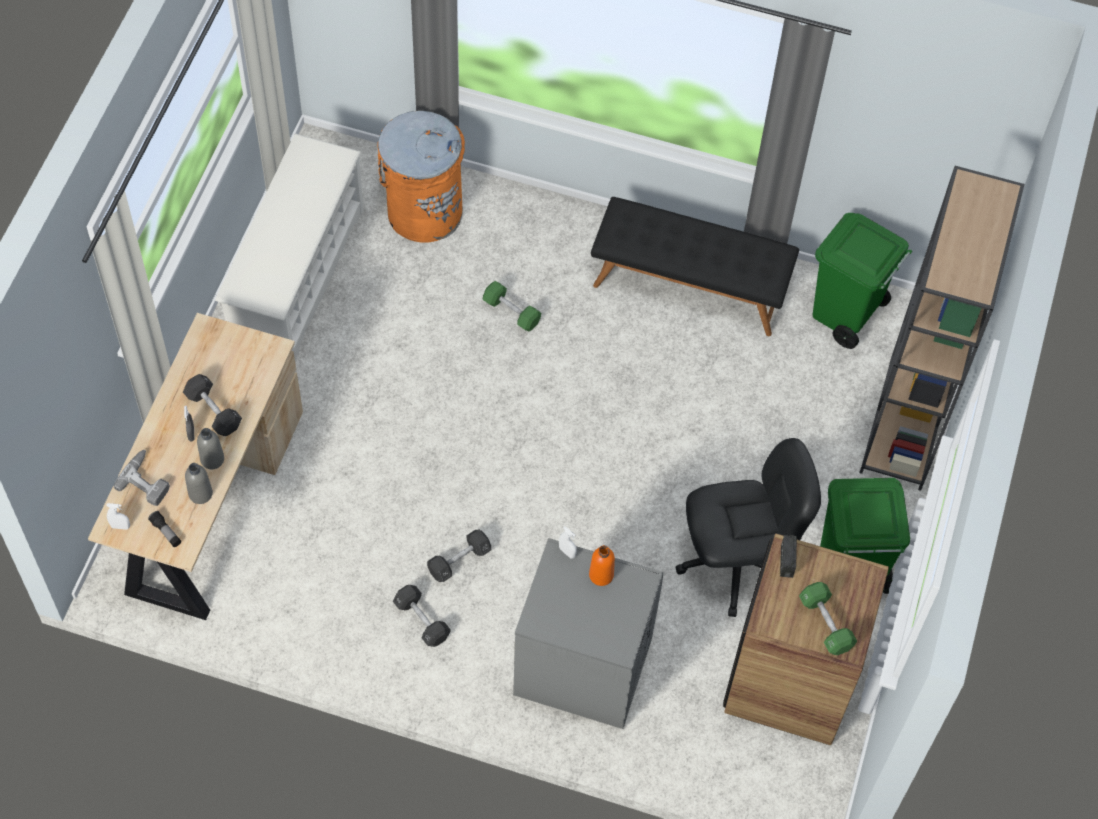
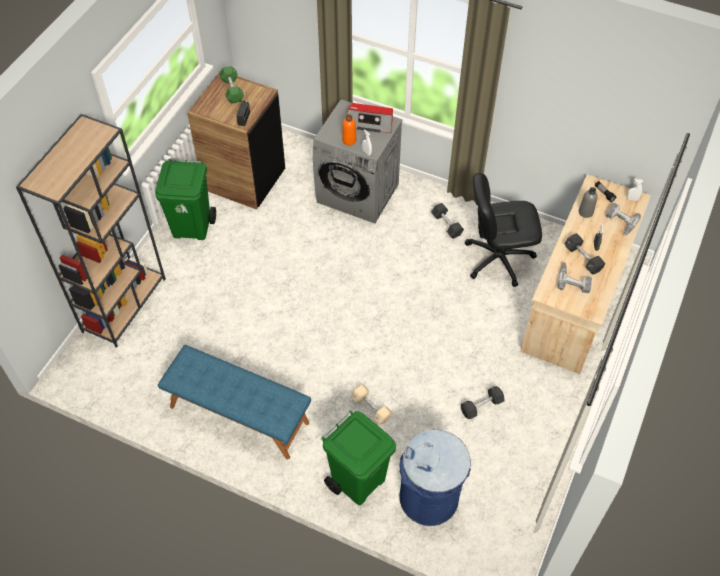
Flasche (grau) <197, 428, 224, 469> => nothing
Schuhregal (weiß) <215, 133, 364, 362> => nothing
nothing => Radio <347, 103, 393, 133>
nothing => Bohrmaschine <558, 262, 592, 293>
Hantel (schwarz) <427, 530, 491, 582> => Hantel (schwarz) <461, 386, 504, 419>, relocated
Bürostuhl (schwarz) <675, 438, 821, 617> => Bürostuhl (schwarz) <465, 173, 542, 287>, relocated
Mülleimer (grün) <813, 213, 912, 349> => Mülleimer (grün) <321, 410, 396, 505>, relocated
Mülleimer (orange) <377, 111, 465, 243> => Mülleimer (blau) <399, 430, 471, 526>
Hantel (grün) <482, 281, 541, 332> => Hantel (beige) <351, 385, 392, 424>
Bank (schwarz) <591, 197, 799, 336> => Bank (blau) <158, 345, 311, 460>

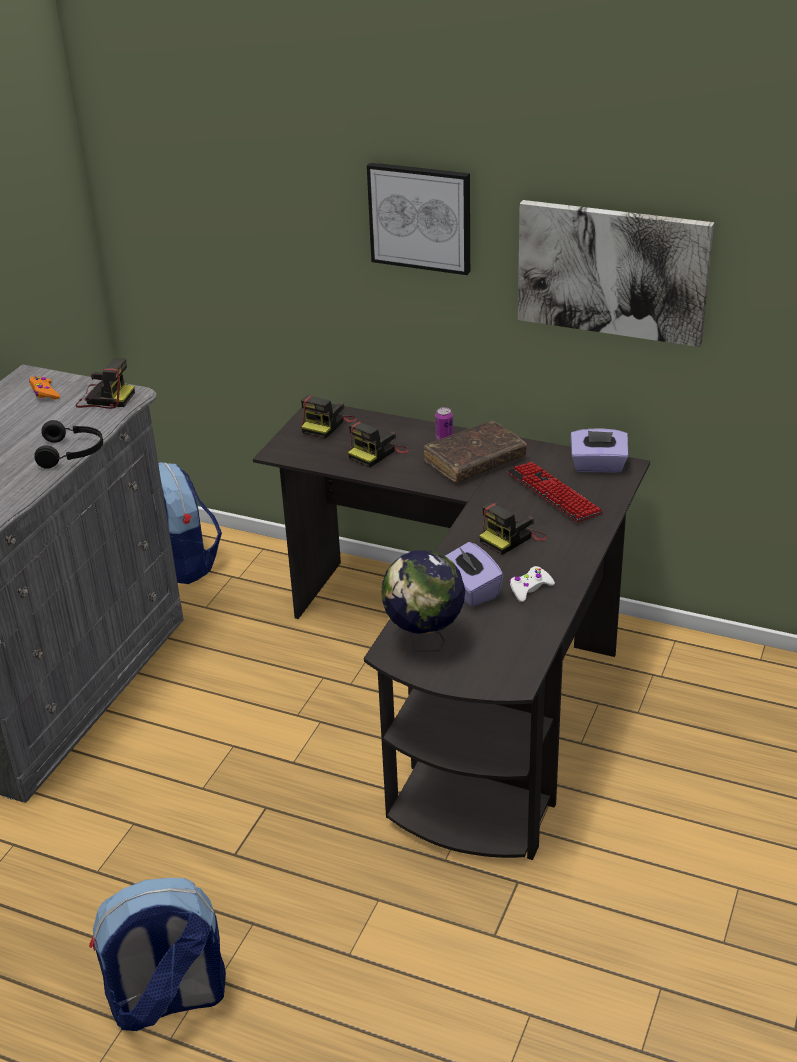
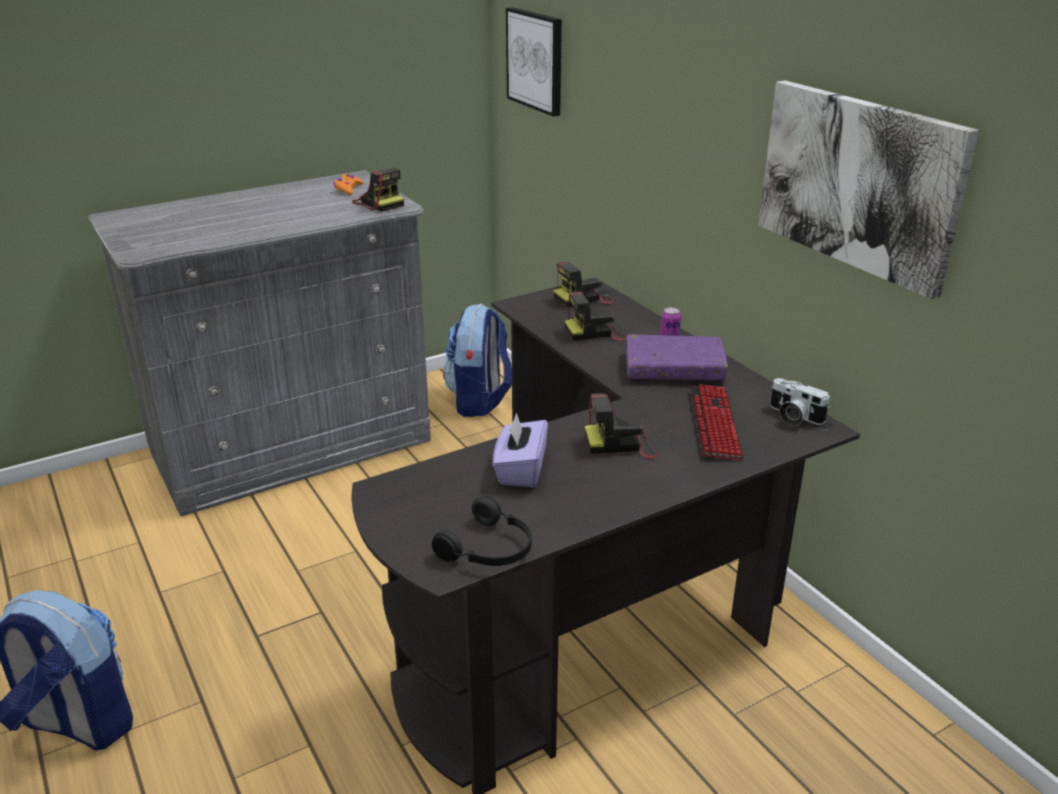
Globus <380, 551, 465, 652> => nothing
Gamepad (weiß) <509, 566, 555, 602> => nothing
Kopfhörer (schwarz) <34, 420, 103, 469> => Kopfhörer (schwarz) <432, 496, 532, 566>, relocated
Bild <367, 162, 470, 275> => Bild <506, 7, 562, 117>, relocated
Taschentuchbox (lila) <571, 428, 629, 473> => Kamera <770, 378, 830, 426>
Buch (braun) <423, 421, 527, 483> => Buch (lila) <626, 334, 728, 380>

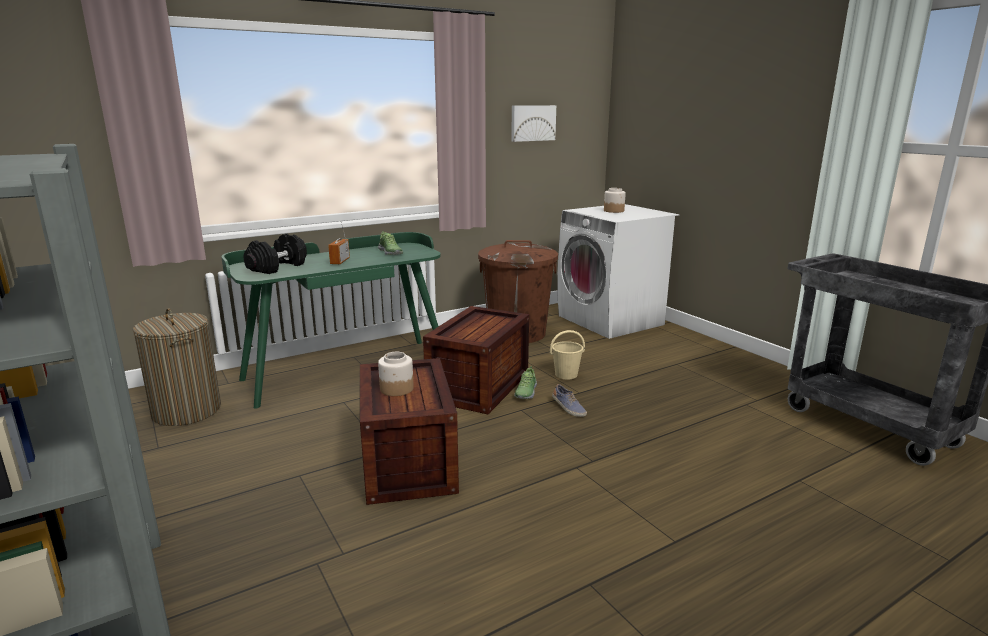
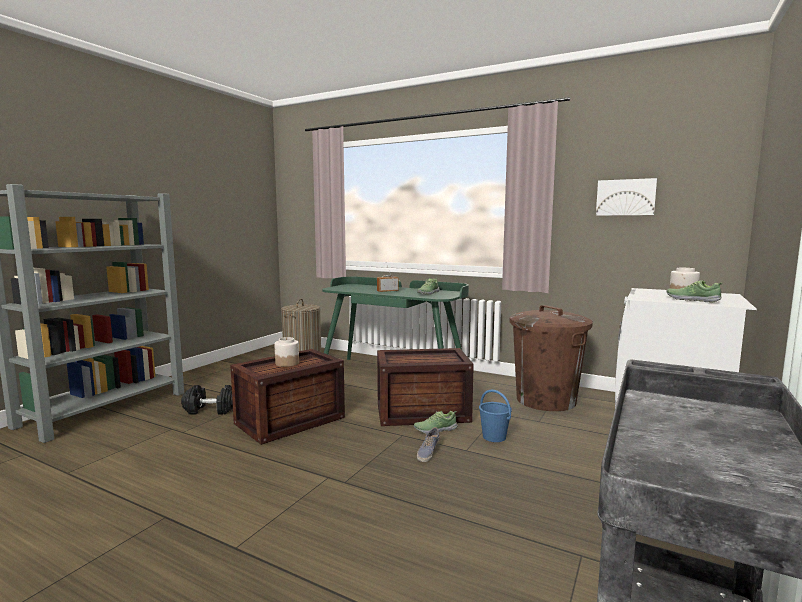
nothing => Schuh <666, 280, 723, 303>
Hantel (schwarz) <244, 233, 307, 274> => Hantel (schwarz) <181, 385, 233, 415>, relocated
Eimer (beige) <550, 330, 585, 380> => Eimer (blau) <479, 389, 512, 442>

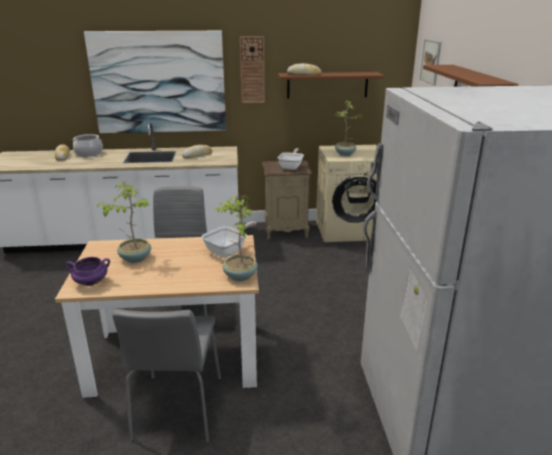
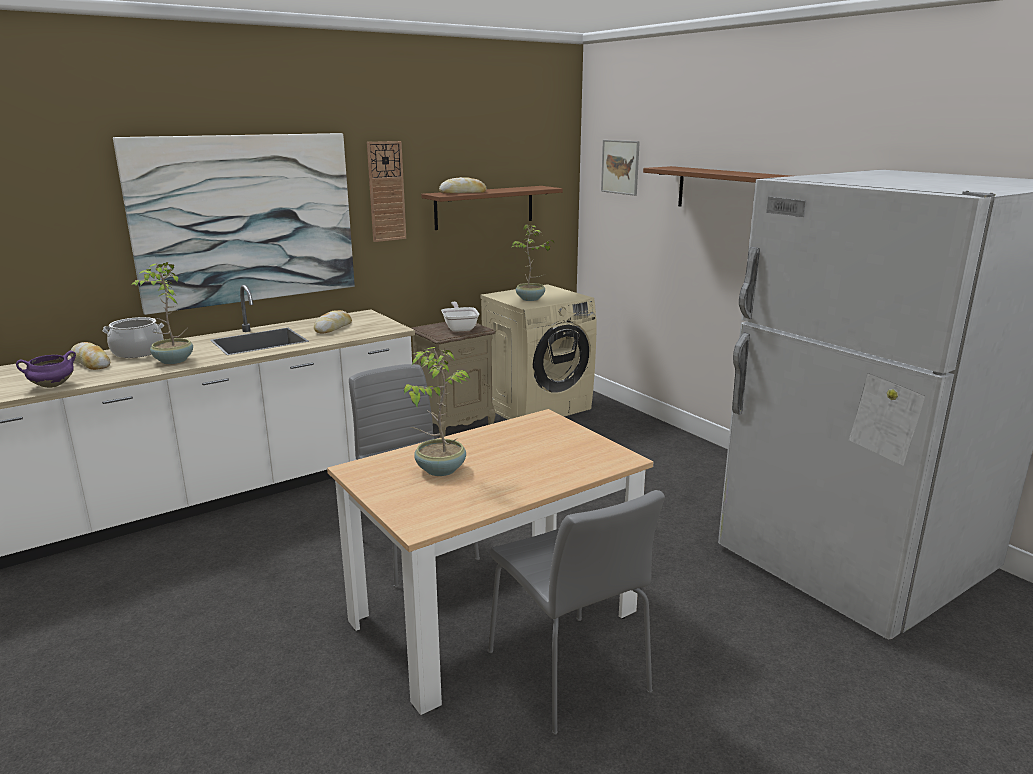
Pfanne <201, 221, 257, 258> => nothing
Kochtopf (lila) <65, 257, 110, 286> => Kochtopf (lila) <16, 351, 76, 388>, relocated
Topfpflanze <215, 195, 258, 281> => Topfpflanze <131, 262, 193, 364>, relocated

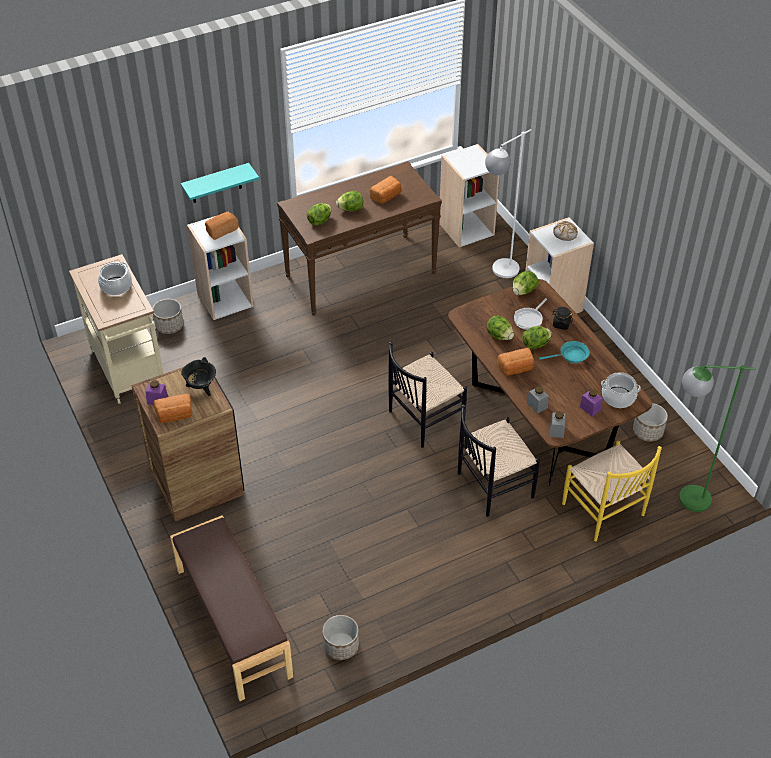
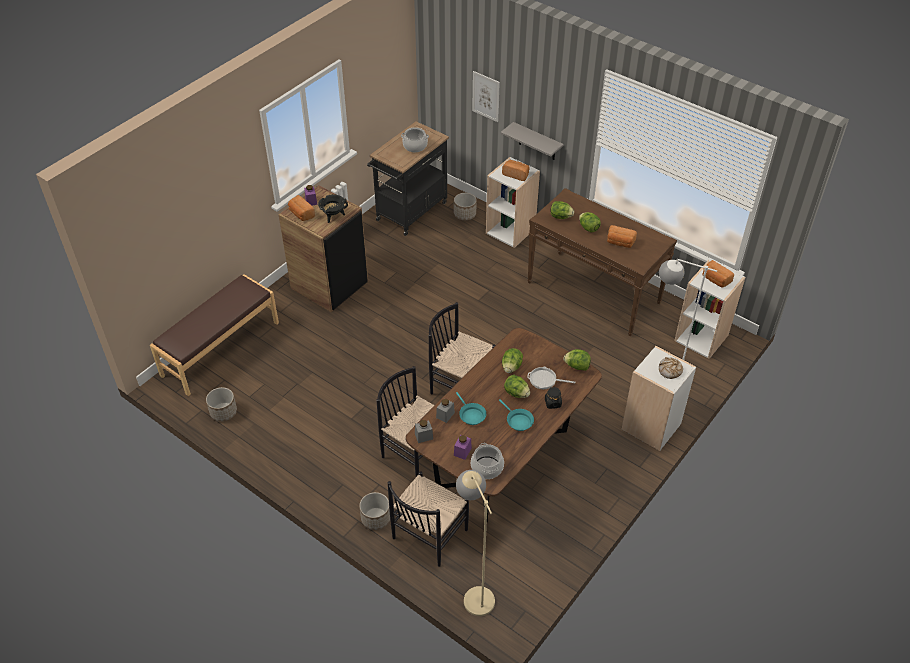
nothing => Pfanne (türkis) <456, 392, 486, 425>
nothing => Bild <472, 71, 500, 122>
Brot <497, 348, 534, 376> => Brot <702, 260, 734, 288>, relocated
Pflanzkübel <633, 403, 668, 442> => Pflanzkübel <359, 492, 390, 530>, relocated
Rollwagen (beige) <69, 254, 164, 404> => Rollwagen (schwarz) <367, 121, 449, 236>
Wandregal (türkis) <181, 163, 259, 203> => Wandregal (grau) <501, 122, 563, 160>
Stuhl (gelb) <562, 441, 662, 541> => Stuhl (schwarz) <388, 471, 469, 567>
Stehlampe (grün) <679, 365, 756, 512> => Stehlampe (beige) <456, 470, 495, 616>

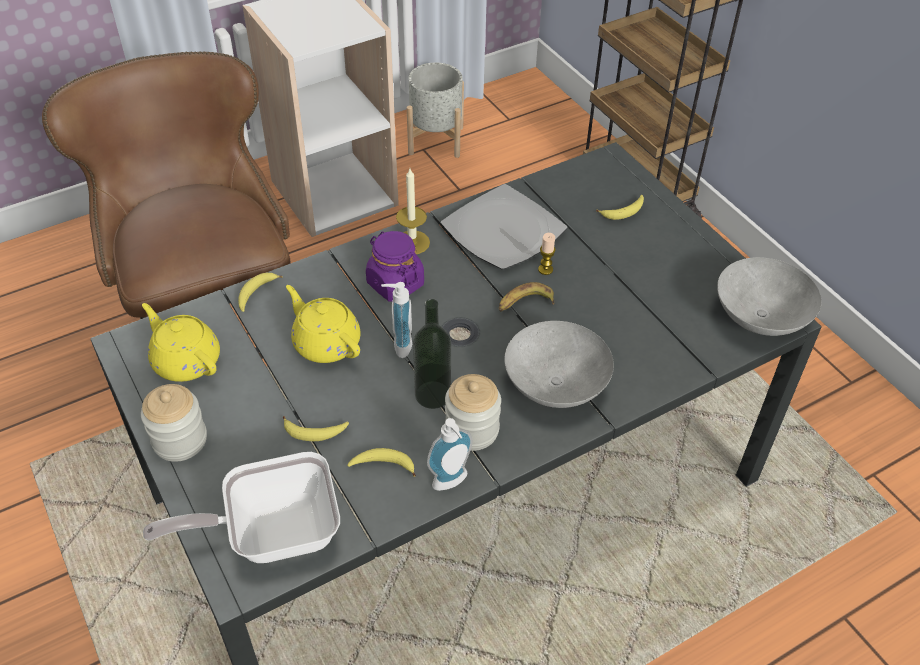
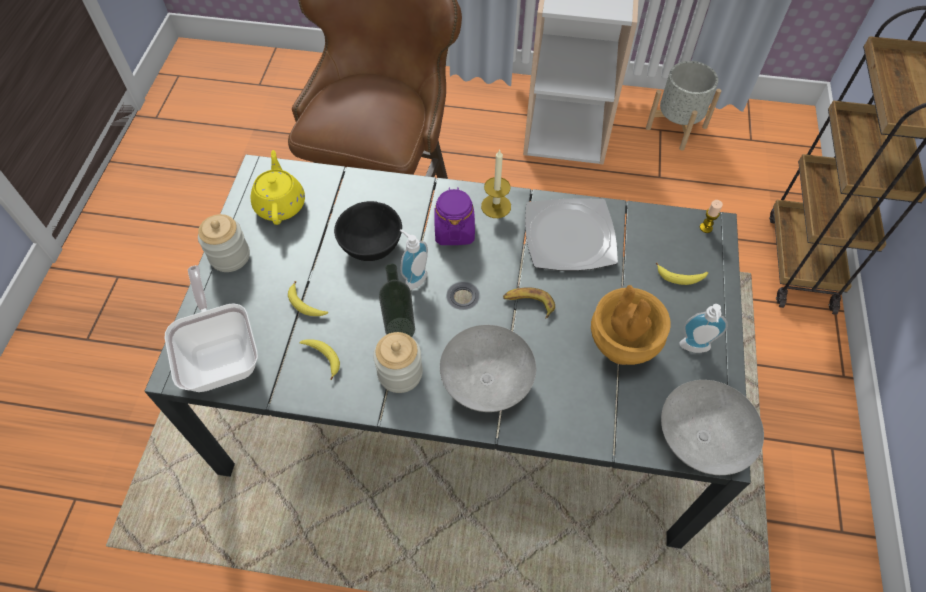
Banane <238, 273, 283, 312> => nothing
nothing => Vase (braun) <591, 285, 671, 365>
Seifenspender <427, 418, 472, 491> => Seifenspender <679, 304, 728, 353>, relocated
Kerze <538, 233, 556, 275> => Kerze <700, 200, 723, 233>, relocated
Teekanne (gelb) <286, 285, 360, 363> => Schüssel (schwarz) <334, 201, 402, 261>
Pfanne <143, 452, 340, 563> => Pfanne <165, 265, 258, 392>, 45 degrees clockwise

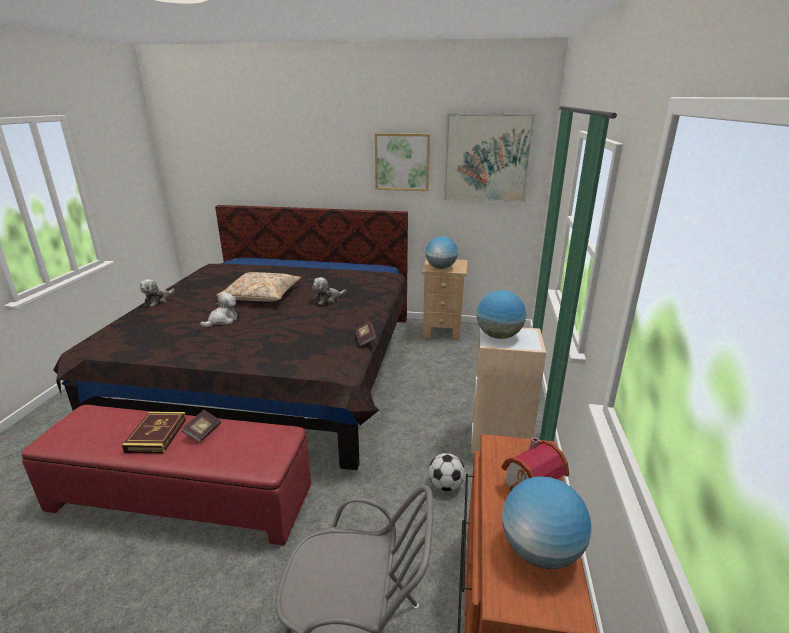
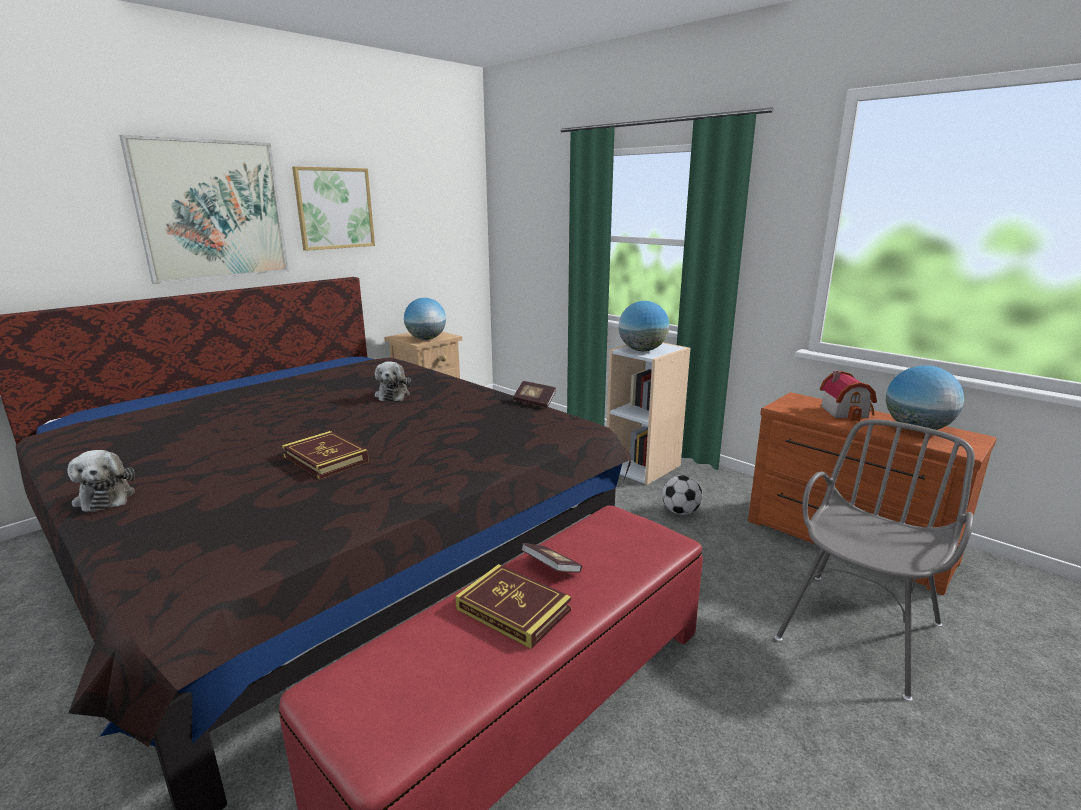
Kissen (beige) <216, 272, 301, 301> => nothing
Bild <443, 113, 535, 203> => Bild <119, 135, 289, 284>, relocated
Plüschtier <200, 292, 238, 328> => Buch <282, 431, 369, 479>

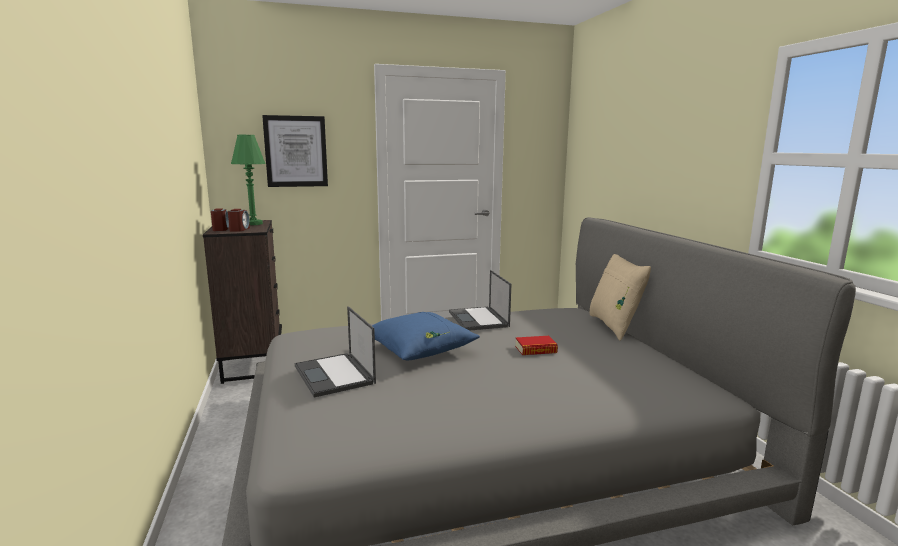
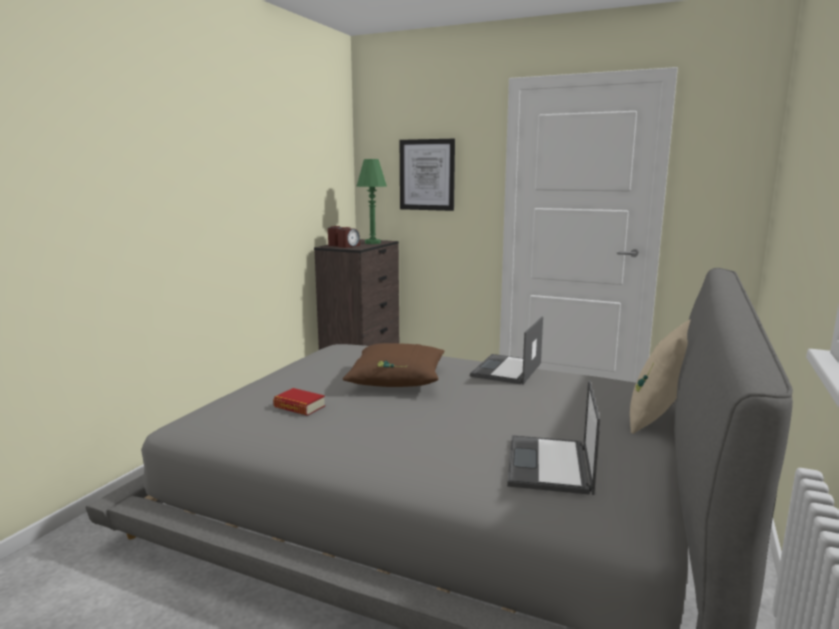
Laptop <295, 306, 376, 398> => Laptop <507, 380, 600, 495>, relocated
Buch <515, 336, 558, 355> => Buch <273, 388, 325, 416>, relocated
Kissen (blau) <372, 312, 480, 360> => Kissen (braun) <343, 343, 444, 387>

